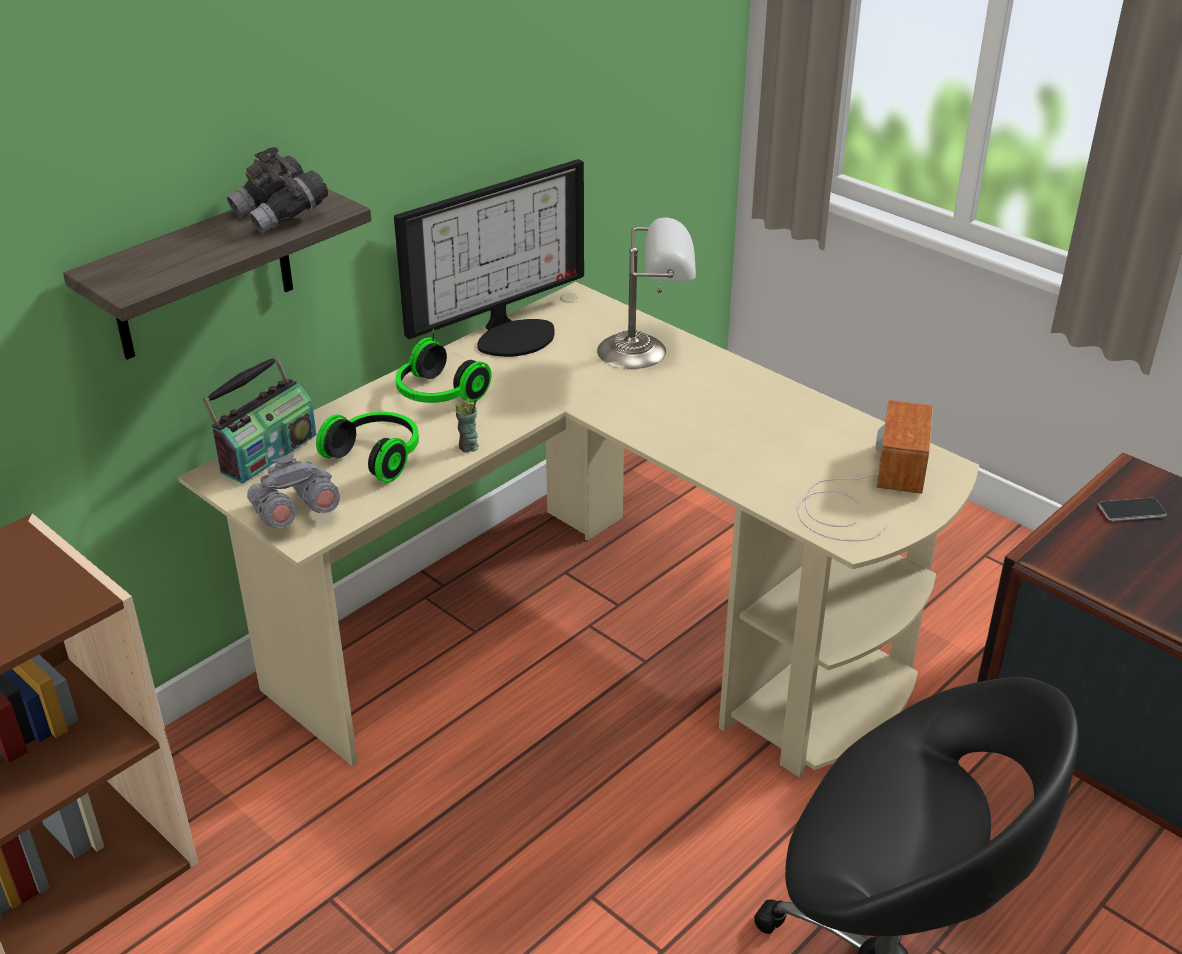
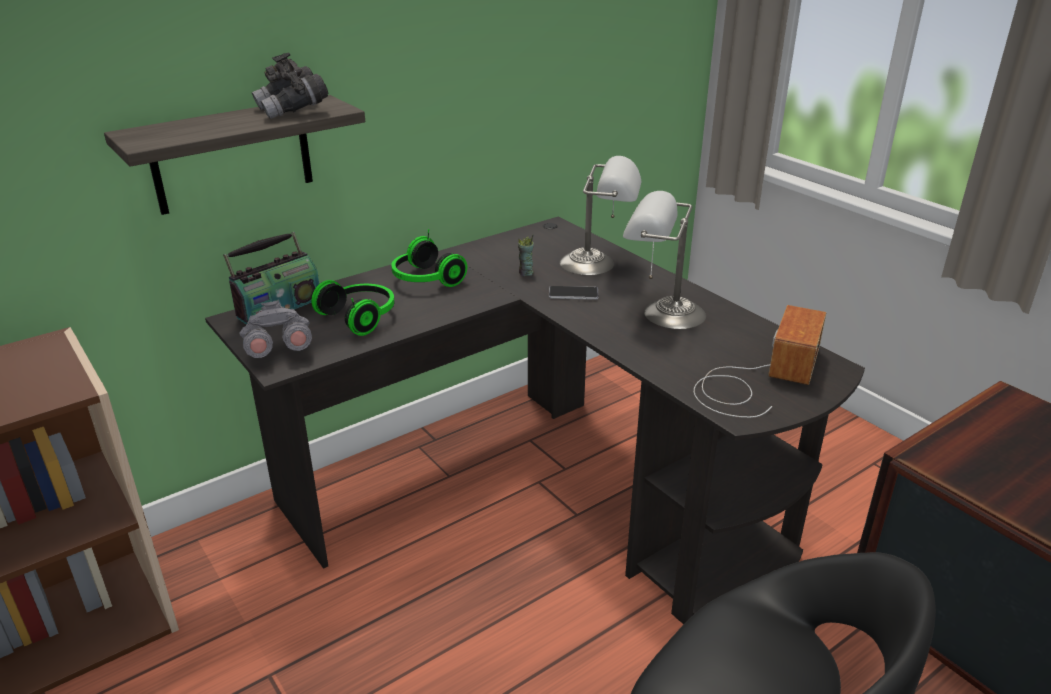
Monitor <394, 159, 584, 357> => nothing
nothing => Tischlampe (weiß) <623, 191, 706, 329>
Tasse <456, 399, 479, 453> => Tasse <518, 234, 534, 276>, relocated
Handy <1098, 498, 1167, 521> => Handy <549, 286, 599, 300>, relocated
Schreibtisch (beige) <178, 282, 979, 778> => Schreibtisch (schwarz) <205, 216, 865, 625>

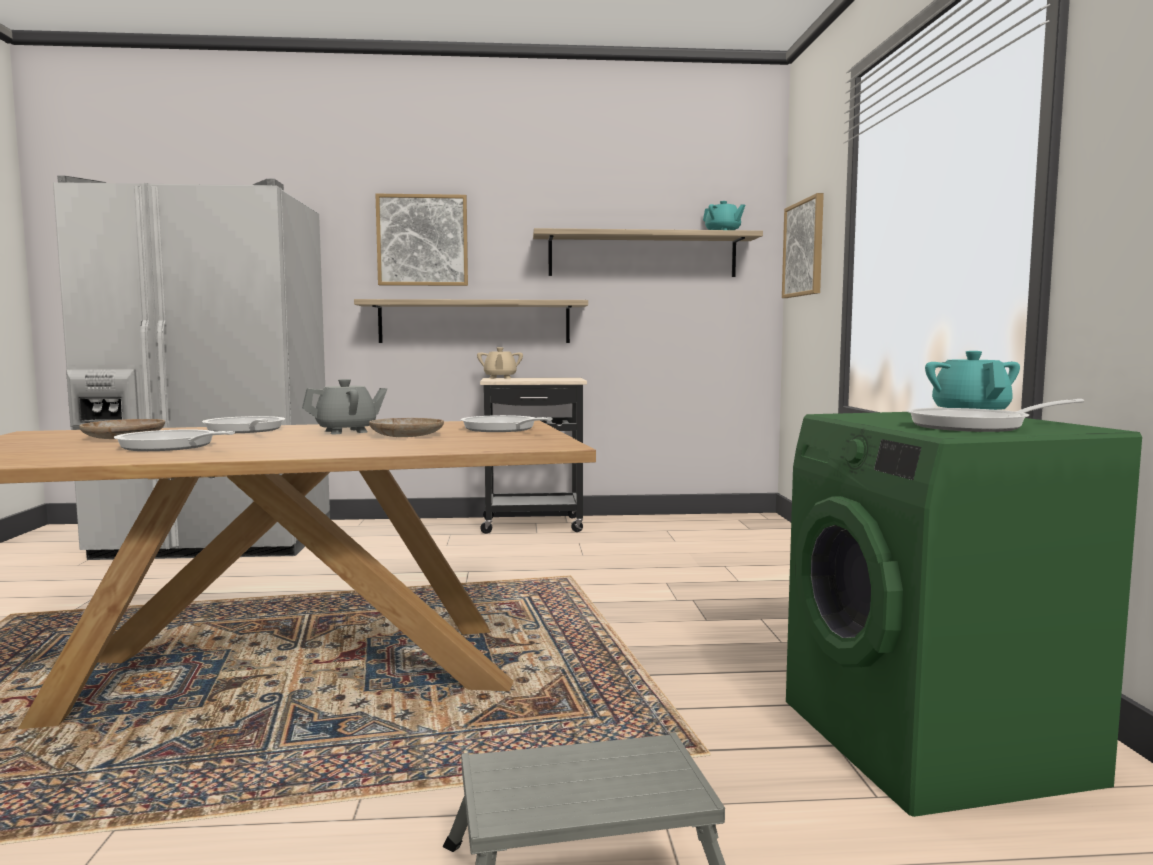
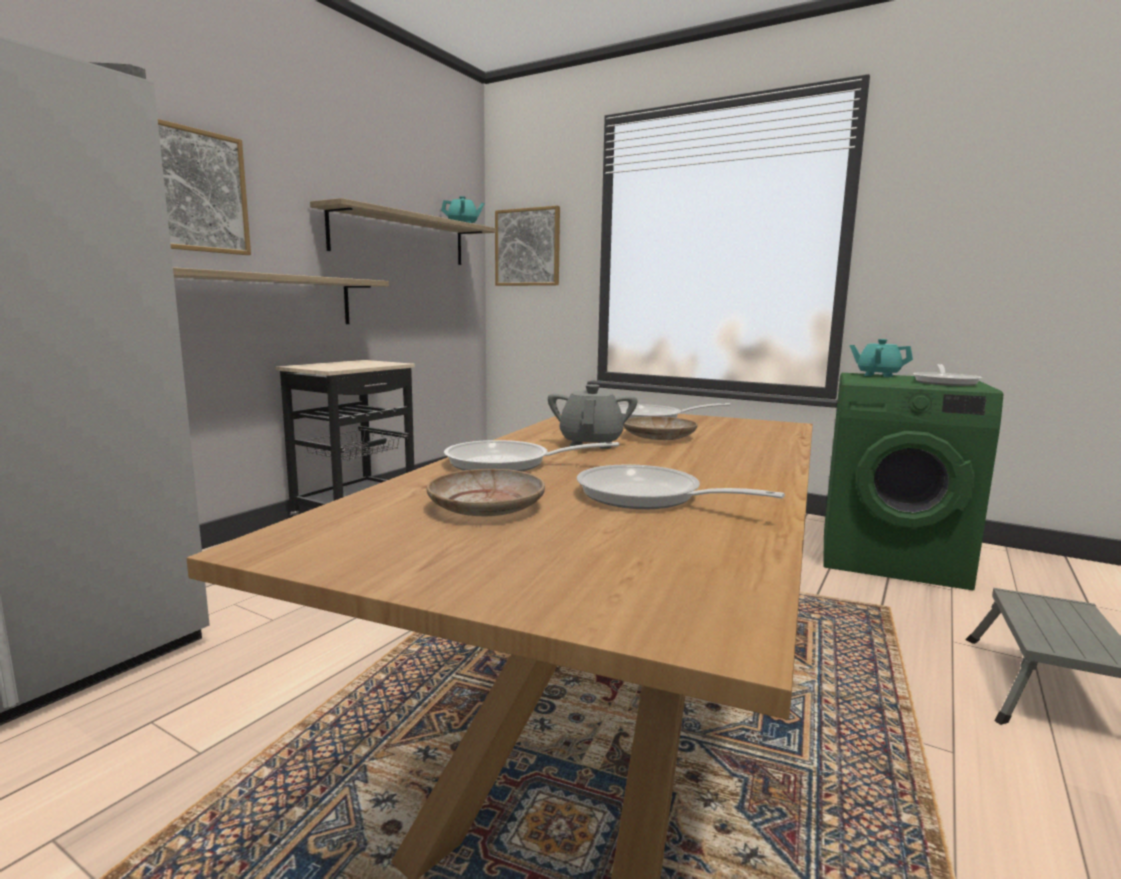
Teekanne (beige) <477, 347, 523, 379> => nothing
Pfanne <114, 429, 235, 451> => Pfanne <577, 464, 785, 509>, 60 degrees clockwise

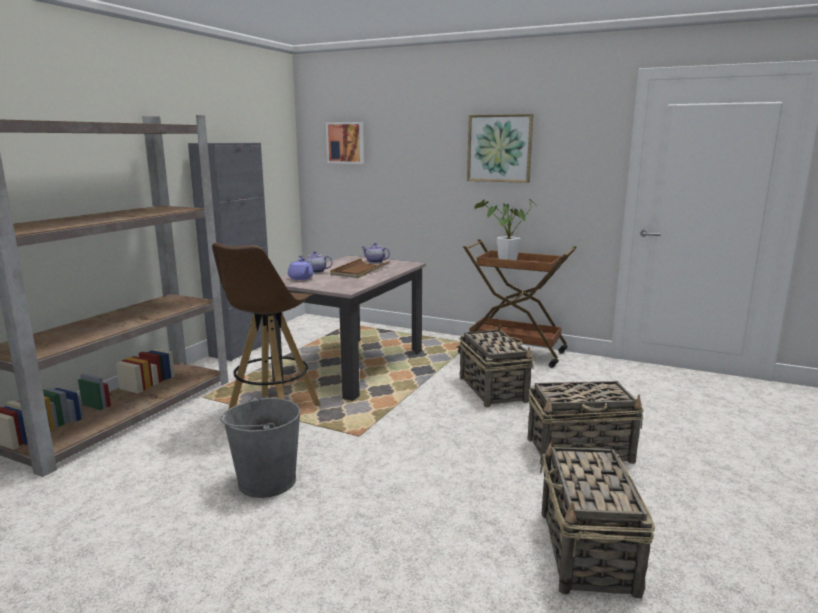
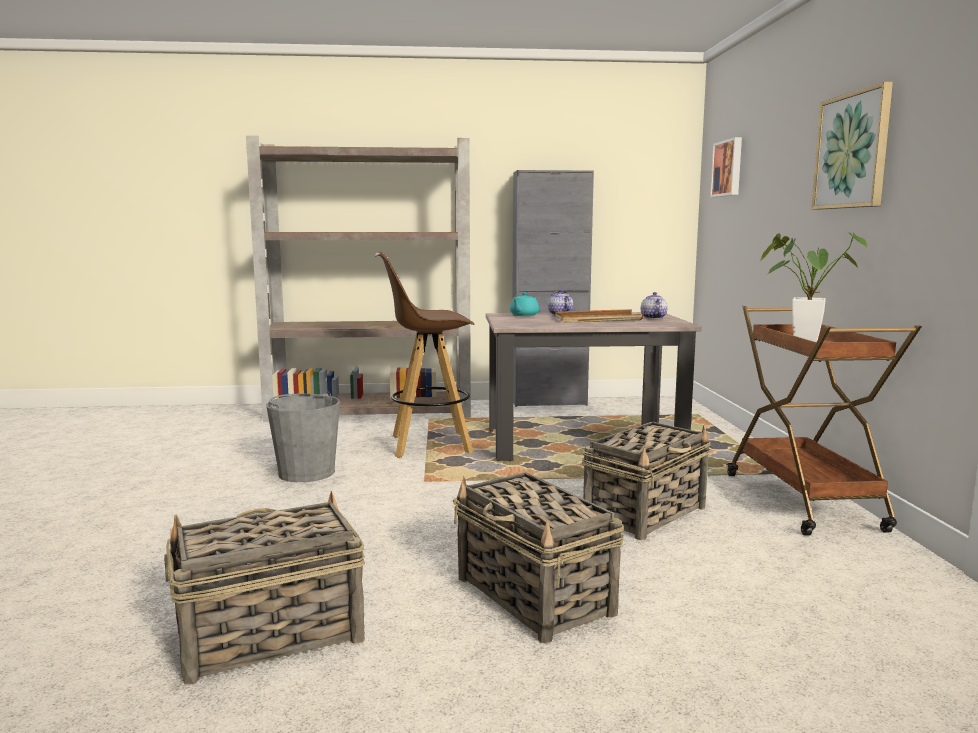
Teekanne (lila) <288, 259, 313, 280> => Teekanne (türkis) <510, 292, 539, 316>

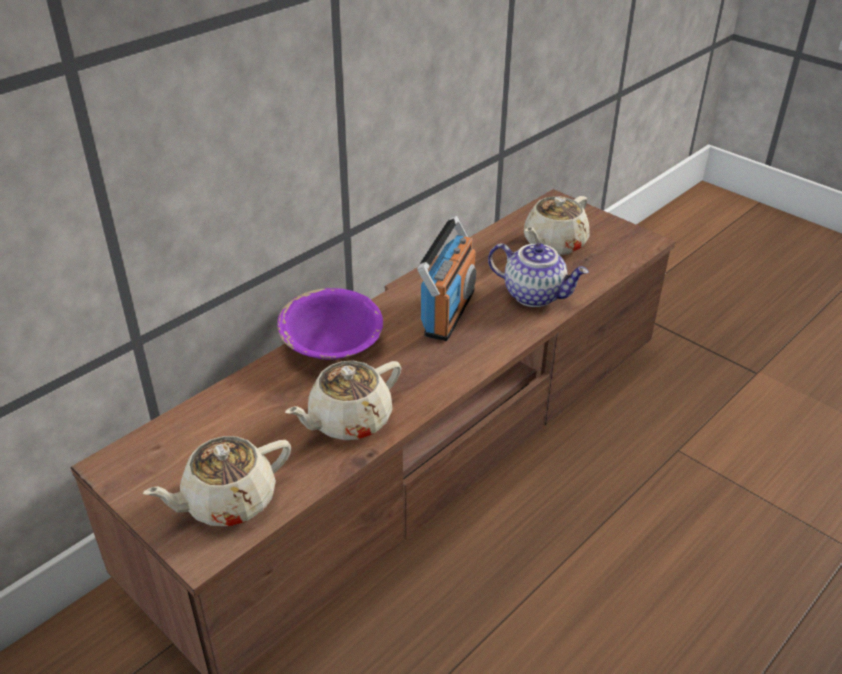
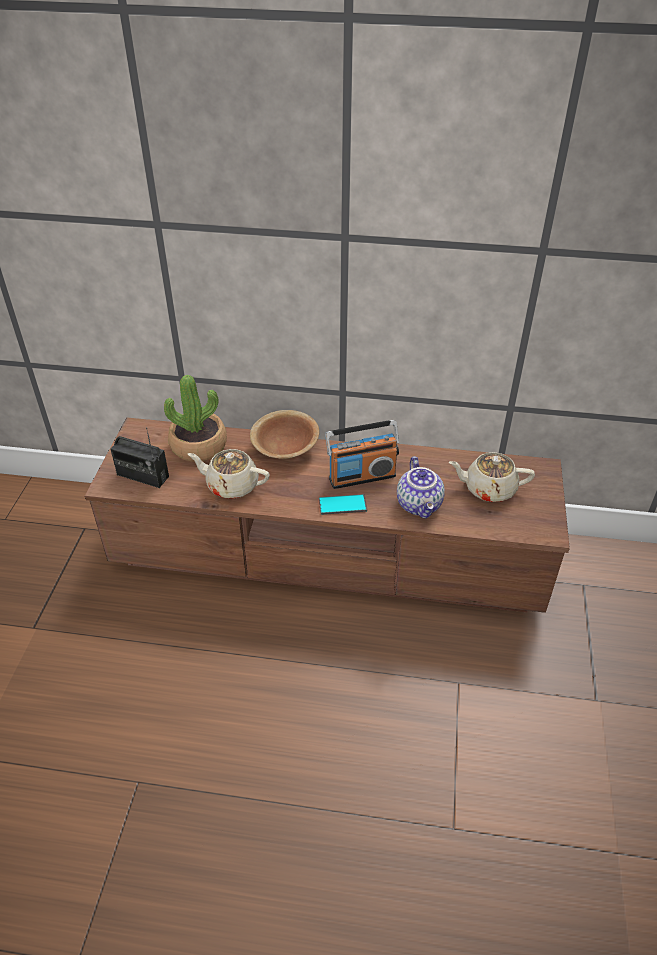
nothing => Topfpflanze <164, 375, 227, 461>
nothing => Handy <319, 494, 367, 515>
Teekanne (beige) <143, 436, 291, 526> => Radio <111, 427, 169, 488>
Schüssel (lila) <277, 288, 383, 360> => Schüssel (braun) <250, 410, 319, 459>

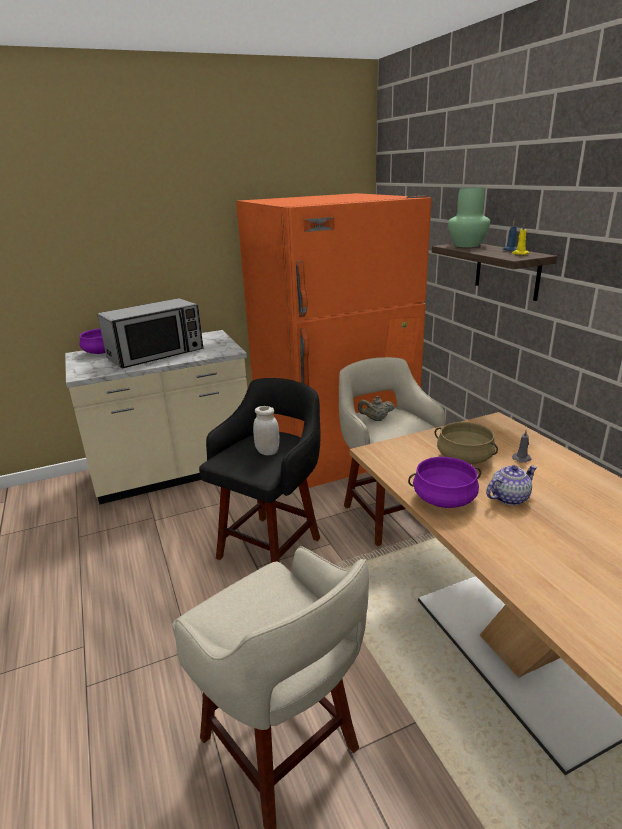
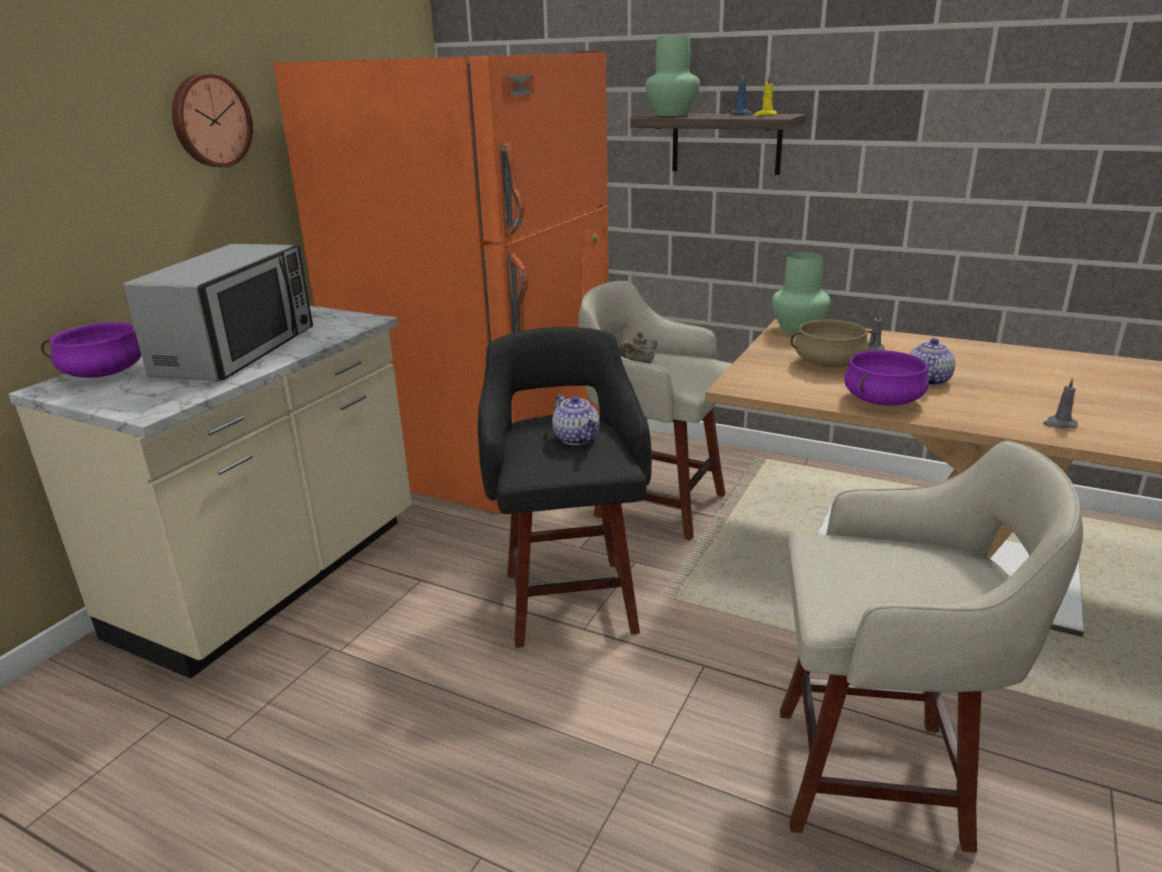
nothing => Wanduhr <172, 73, 253, 167>
nothing => Vase (grün) <772, 252, 830, 334>
nothing => Kerze (grau) <1043, 378, 1078, 428>
Vorratsglas (weiß) <253, 406, 280, 455> => Teekanne <552, 395, 599, 445>

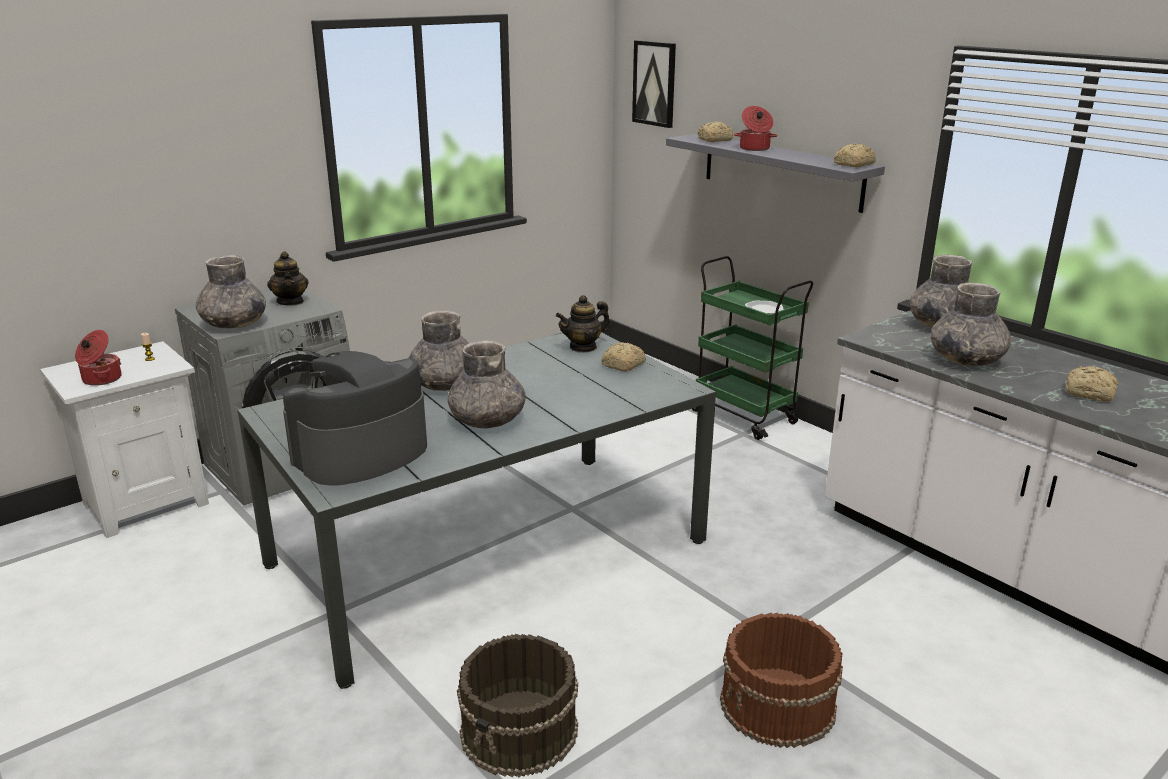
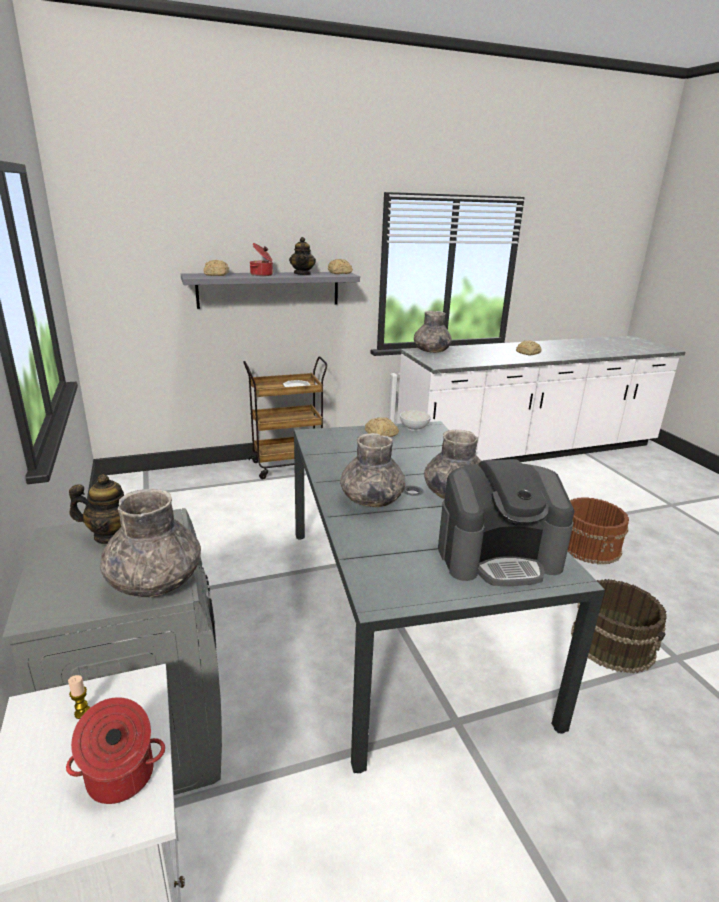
Bild <632, 40, 676, 128> => nothing
Vase (grau) <931, 283, 1011, 366> => nothing
nothing => Schüssel (weiß) <400, 410, 431, 431>
Teekanne <556, 295, 611, 353> => Teekanne <289, 237, 316, 275>, relocated
Rollwagen (grün) <692, 256, 813, 440> => Rollwagen (braun) <244, 356, 327, 480>
Kaffeemaschine <283, 351, 427, 485> => Kaffeemaschine <438, 459, 575, 586>, 75 degrees counterclockwise

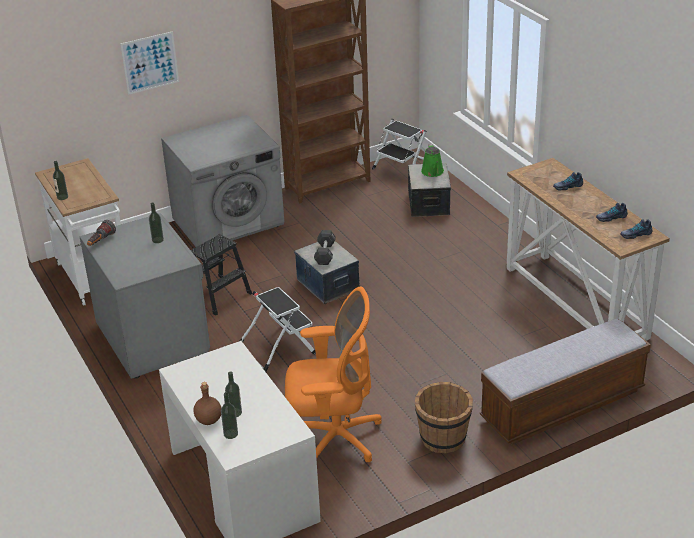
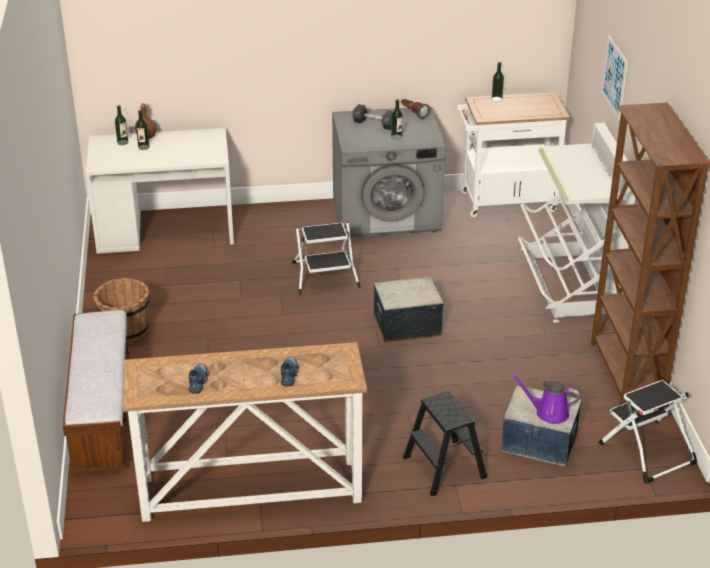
Bürostuhl (orange) <285, 286, 382, 462> => nothing
Schuh <620, 219, 652, 239> => nothing
Trittleiter (schwarz) <191, 234, 252, 315> => Trittleiter (schwarz) <403, 390, 487, 496>, relocated
Hantel (schwarz) <314, 230, 336, 265> => Hantel (schwarz) <352, 104, 393, 130>, relocated
Waschmaschine (grau) <161, 115, 284, 247> => Schuhregal (weiß) <518, 122, 635, 323>
Gießkanne (grün) <421, 144, 444, 177> => Gießkanne (lila) <510, 373, 580, 424>

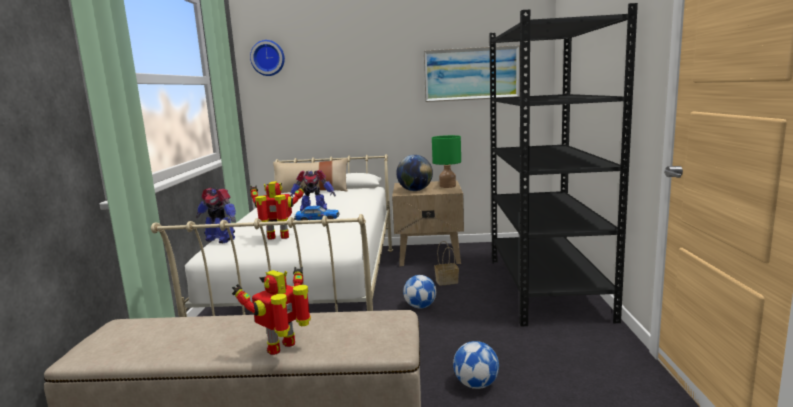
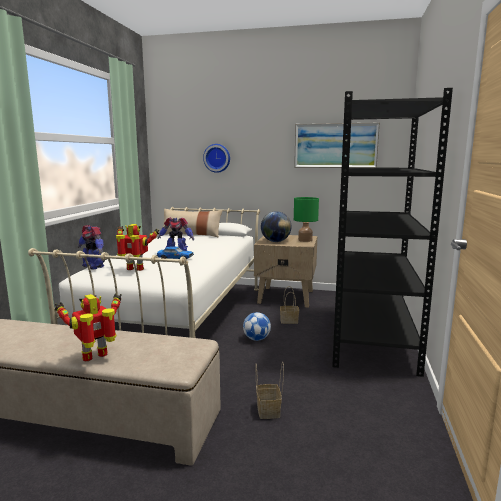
Wanduhr <250, 40, 285, 76> => Wanduhr <203, 144, 230, 173>, relocated
Fußball <453, 341, 499, 389> => Korb <256, 362, 284, 419>

